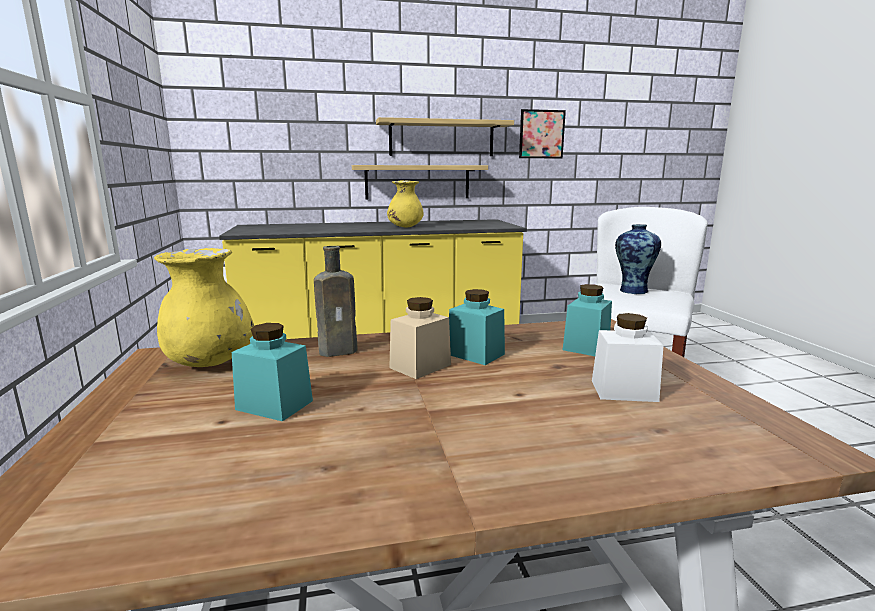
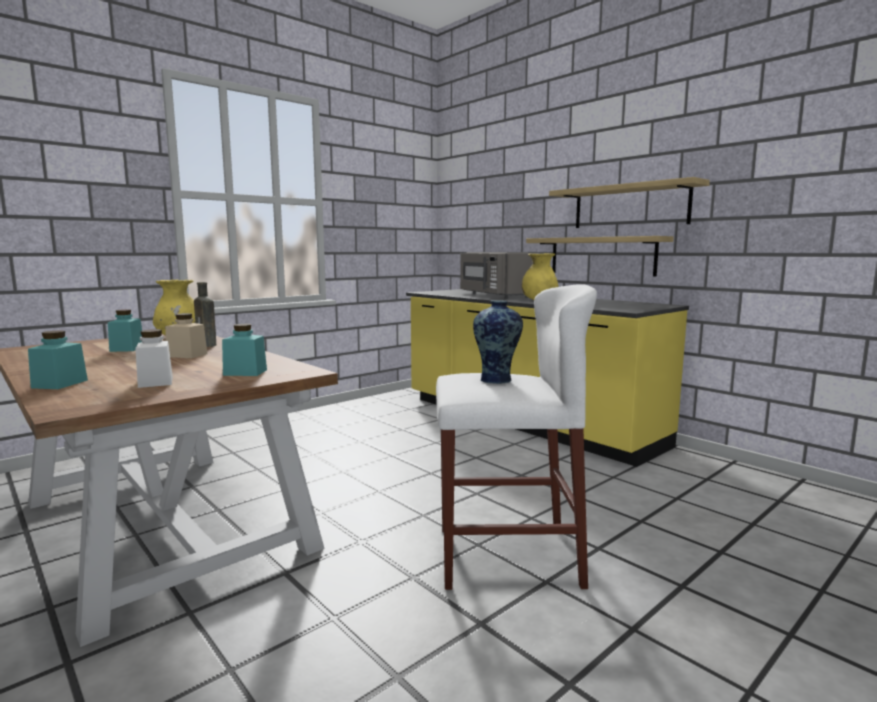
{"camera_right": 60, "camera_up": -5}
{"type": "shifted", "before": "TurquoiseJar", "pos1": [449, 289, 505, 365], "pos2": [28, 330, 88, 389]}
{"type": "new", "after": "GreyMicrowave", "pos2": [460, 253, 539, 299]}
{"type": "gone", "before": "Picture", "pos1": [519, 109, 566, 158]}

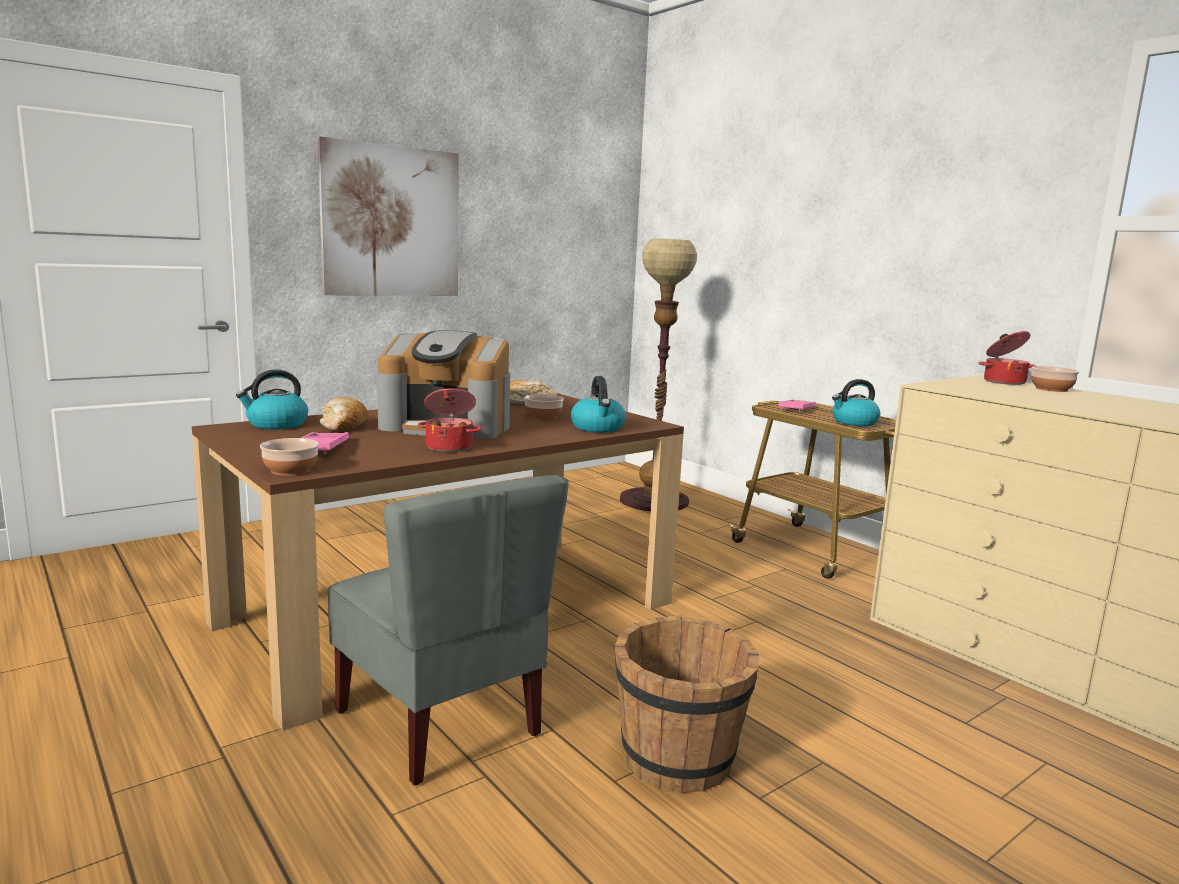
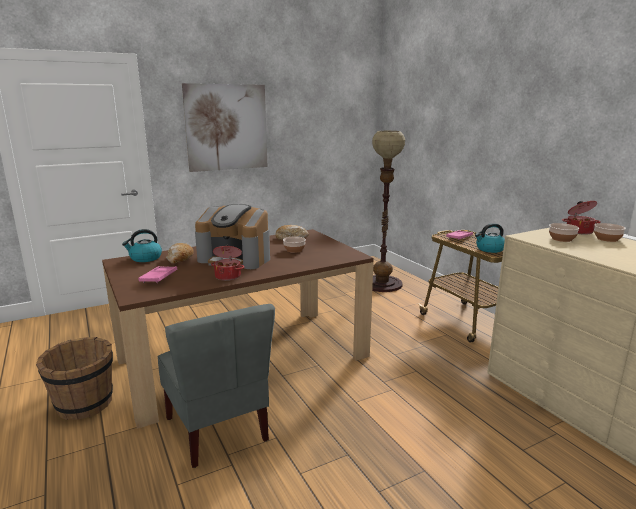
{"camera_right": 10, "camera_up": 5}
{"type": "shifted", "before": "BrownBucket", "pos1": [615, 616, 759, 794], "pos2": [36, 337, 113, 420]}
{"type": "shifted", "before": "Bowl", "pos1": [260, 438, 319, 475], "pos2": [549, 223, 579, 242]}
{"type": "gone", "before": "Kettle", "pos1": [571, 376, 626, 433]}

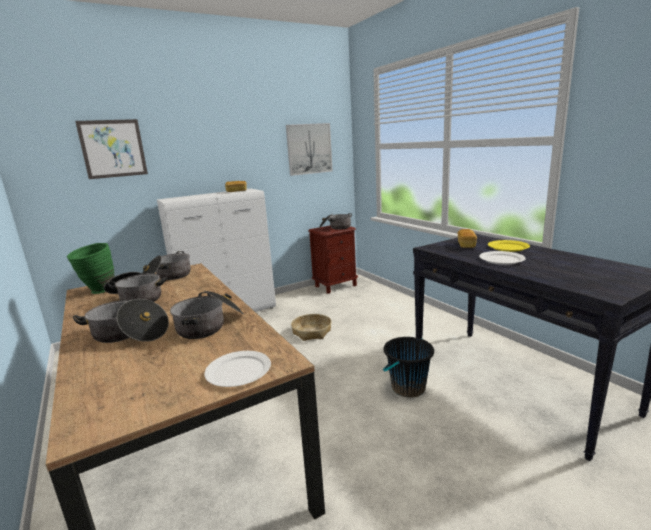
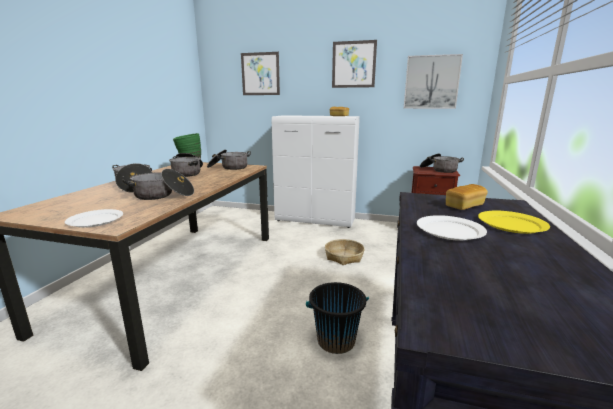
{"camera_right": 45, "camera_up": 0}
{"type": "new", "after": "Picture", "pos2": [332, 40, 377, 88]}

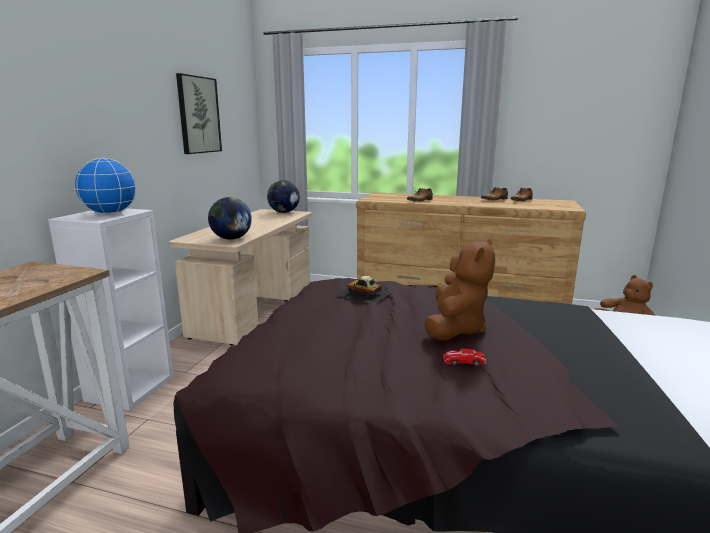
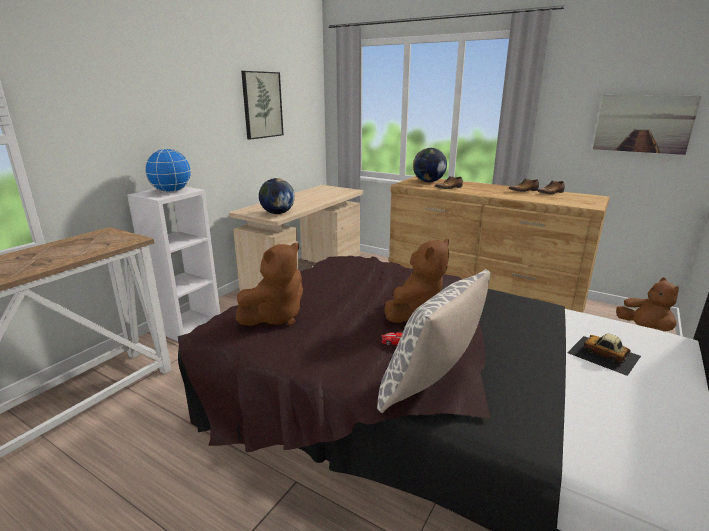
{"camera_right": 15, "camera_up": 5}
{"type": "new", "after": "BrownPlushToy", "pos2": [236, 243, 303, 326]}
{"type": "new", "after": "Pillow", "pos2": [377, 269, 491, 413]}
{"type": "shifted", "before": "Globe", "pos1": [267, 180, 300, 213], "pos2": [413, 148, 447, 182]}
{"type": "shifted", "before": "ToyCar", "pos1": [335, 276, 392, 304], "pos2": [567, 333, 641, 376]}
{"type": "new", "after": "Picture", "pos2": [593, 95, 702, 155]}

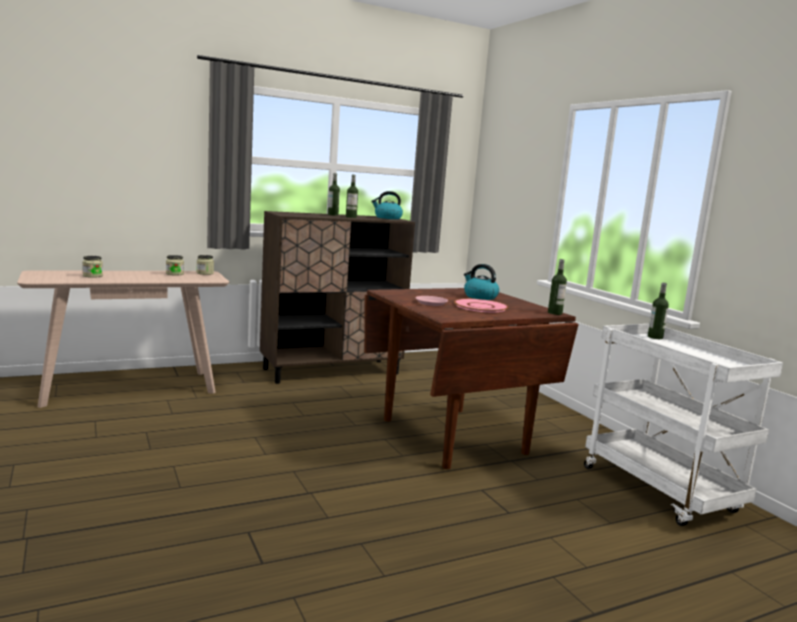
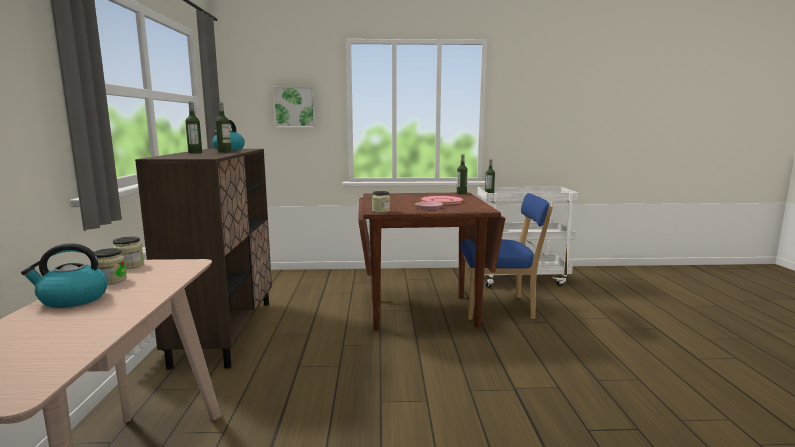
{"camera_right": -65, "camera_up": 0}
{"type": "shifted", "before": "Kettle", "pos1": [464, 264, 499, 300], "pos2": [21, 243, 107, 308]}
{"type": "new", "after": "Picture", "pos2": [273, 86, 316, 128]}
{"type": "shifted", "before": "Jar", "pos1": [82, 256, 103, 278], "pos2": [372, 191, 390, 213]}
{"type": "new", "after": "BlueChair", "pos2": [461, 193, 553, 320]}

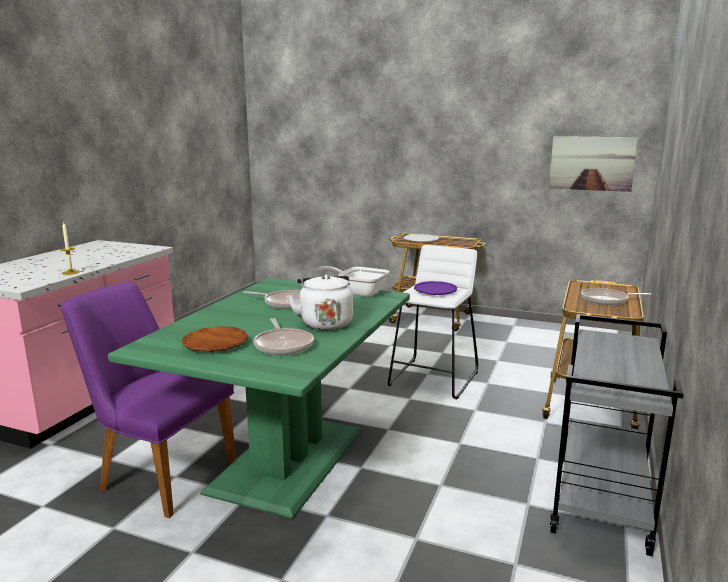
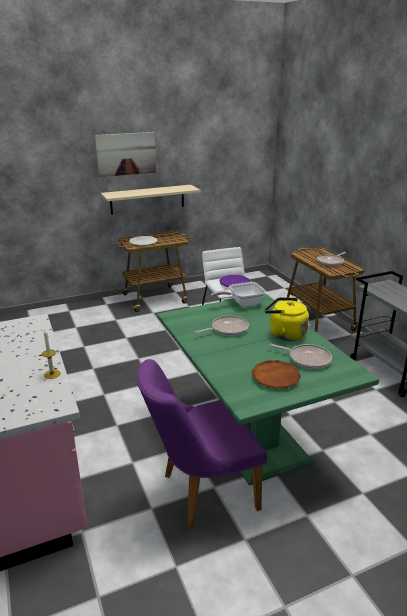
{"camera_right": -45, "camera_up": 10}
{"type": "shifted", "before": "Picture", "pos1": [549, 136, 638, 192], "pos2": [95, 132, 156, 177]}
{"type": "new", "after": "BeigeShelf", "pos2": [101, 185, 200, 215]}
{"type": "repainted", "before": "WhiteKettle", "after": "YellowKettle", "pos1": [288, 274, 353, 330], "pos2": [265, 297, 309, 341]}

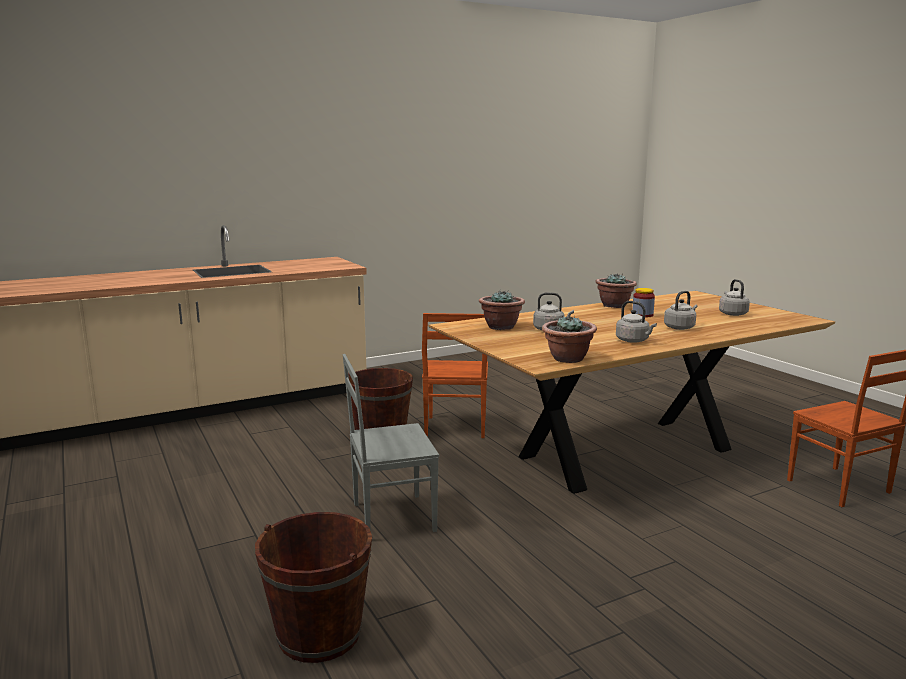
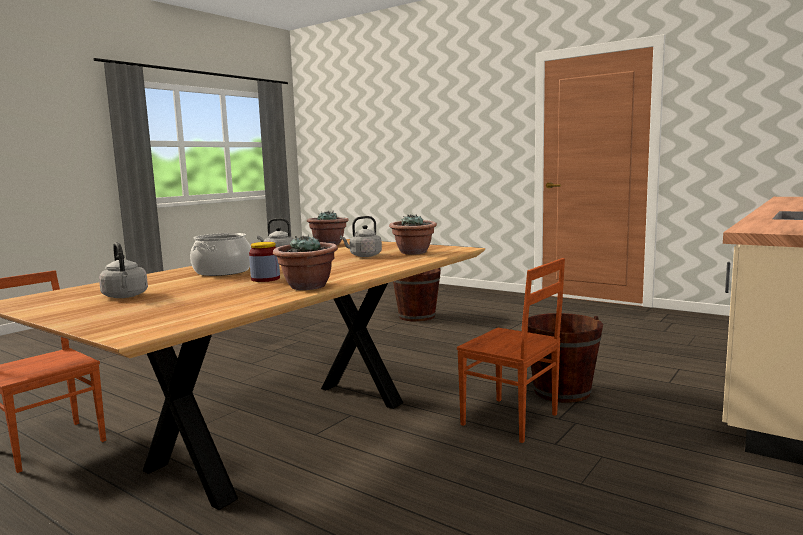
{"camera_right": 155, "camera_up": -5}
{"type": "swapped", "before": "GreyKettle", "after": "CookingPot", "pos1": [664, 291, 697, 330], "pos2": [190, 233, 251, 276]}
{"type": "rotated", "before": "BrownChair", "pos1": [422, 313, 488, 438], "pos2": [457, 258, 565, 443], "turn": 150}
{"type": "gone", "before": "GreyChair", "pos1": [343, 354, 439, 532]}

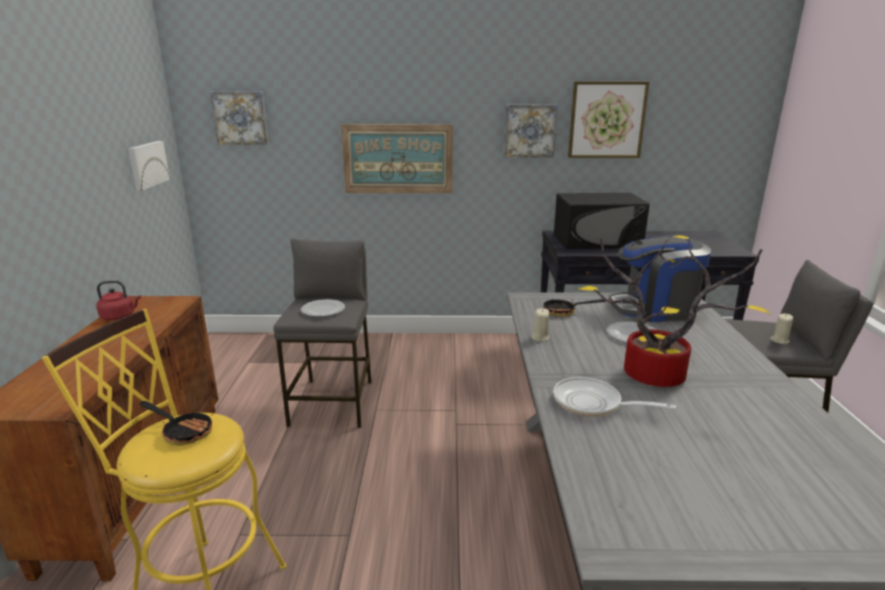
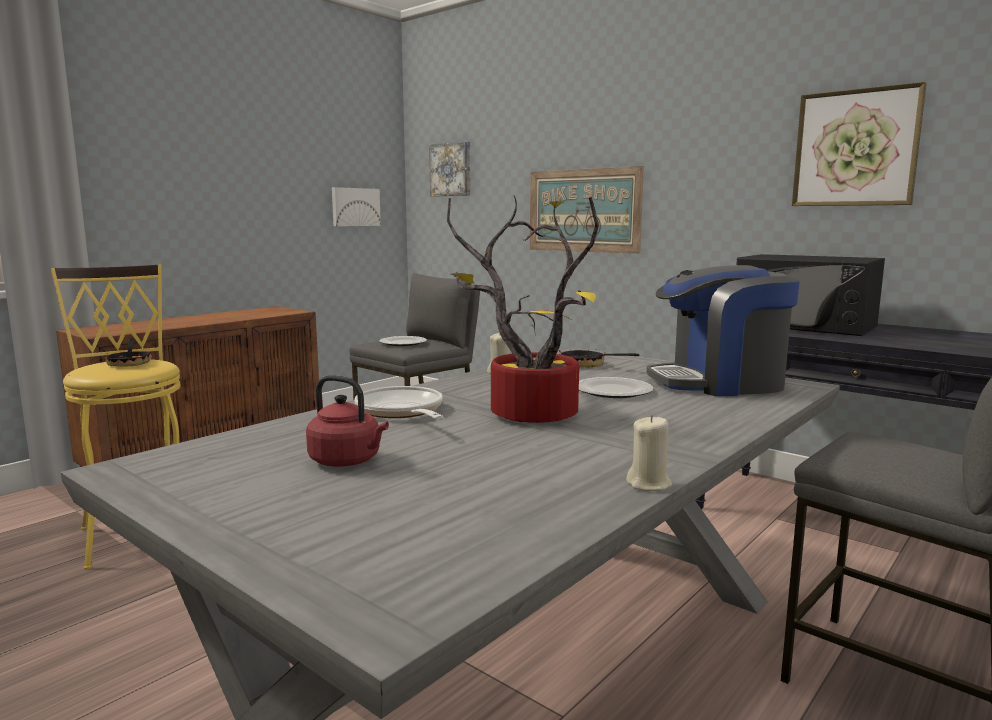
{"camera_right": 40, "camera_up": -10}
{"type": "shifted", "before": "RedKettle", "pos1": [96, 280, 141, 321], "pos2": [306, 375, 389, 467]}
{"type": "shifted", "before": "BeigeCandle", "pos1": [770, 313, 793, 344], "pos2": [626, 415, 672, 491]}
{"type": "rotated", "before": "CoffeeMachine", "pos1": [609, 235, 711, 322], "pos2": [647, 265, 800, 397], "turn": -45}
{"type": "gone", "before": "Picture", "pos1": [504, 105, 558, 157]}

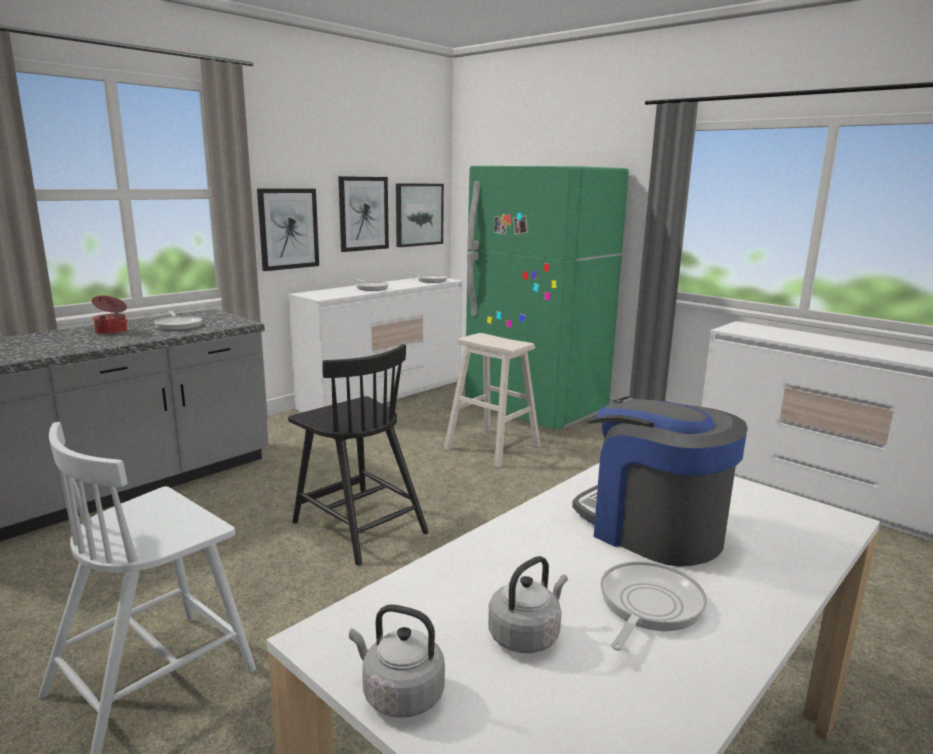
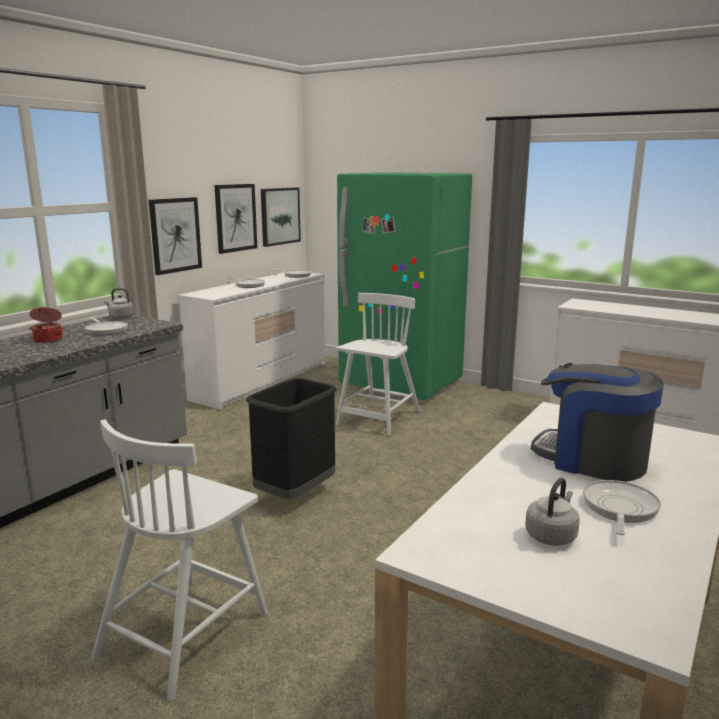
{"camera_right": -10, "camera_up": 0}
{"type": "shifted", "before": "GreyKettle", "pos1": [349, 604, 445, 718], "pos2": [104, 288, 134, 319]}
{"type": "swapped", "before": "BlackChair", "after": "BlackTrashCan", "pos1": [288, 344, 429, 566], "pos2": [246, 378, 337, 500]}
{"type": "swapped", "before": "BeigeStool", "after": "WhiteChair", "pos1": [444, 333, 540, 468], "pos2": [336, 293, 420, 436]}

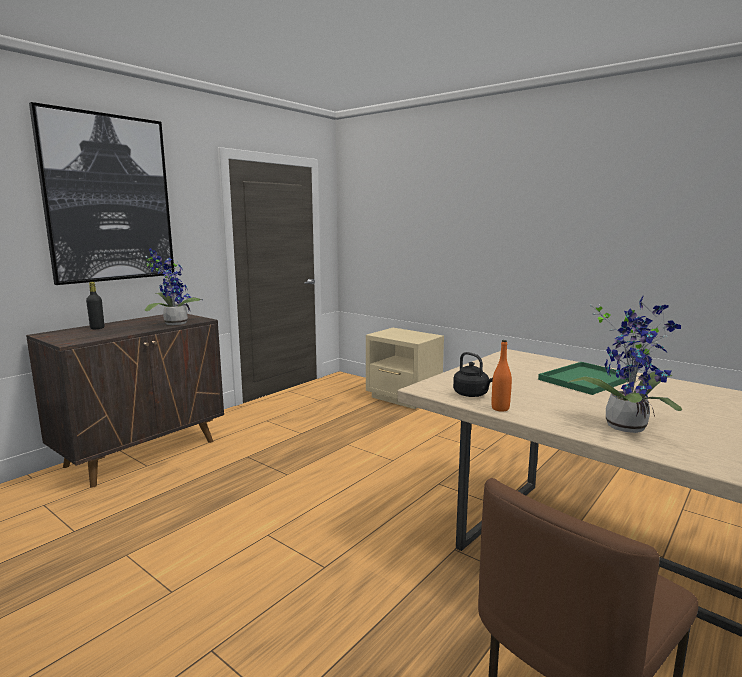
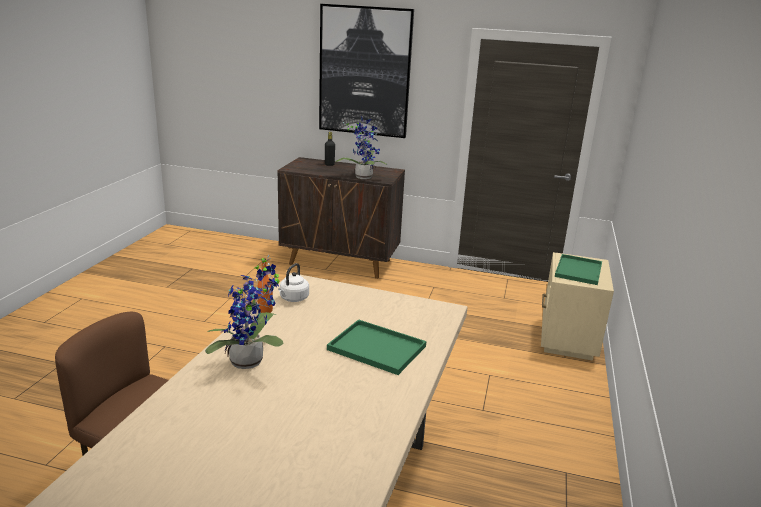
{"camera_right": 65, "camera_up": 10}
{"type": "repainted", "before": "BlackKettle", "after": "WhiteKettle", "pos1": [453, 352, 493, 397], "pos2": [278, 263, 309, 302]}
{"type": "new", "after": "GreenTray", "pos2": [555, 254, 602, 285]}

